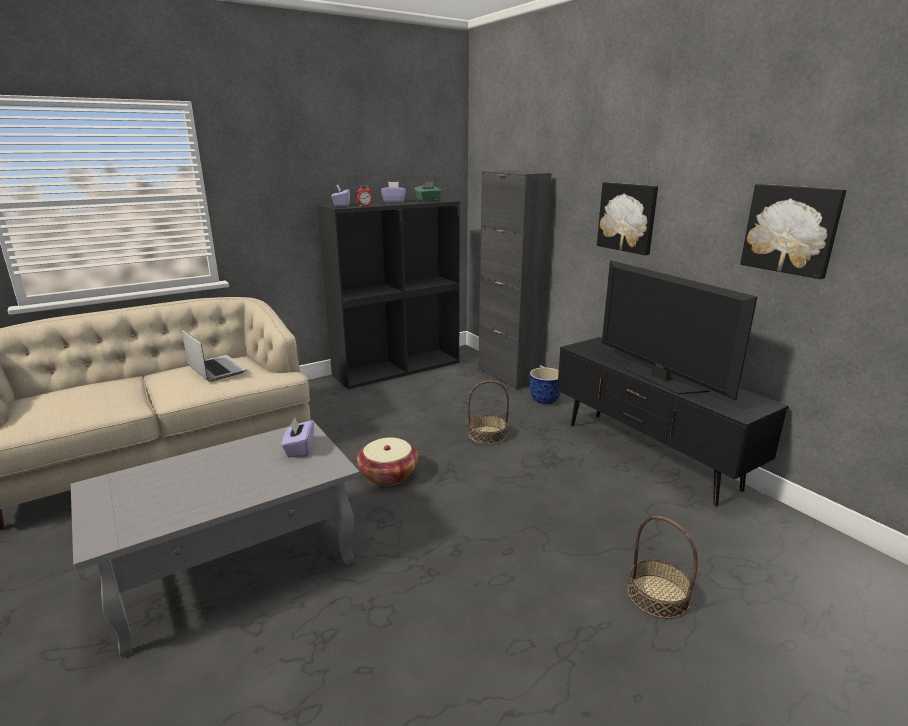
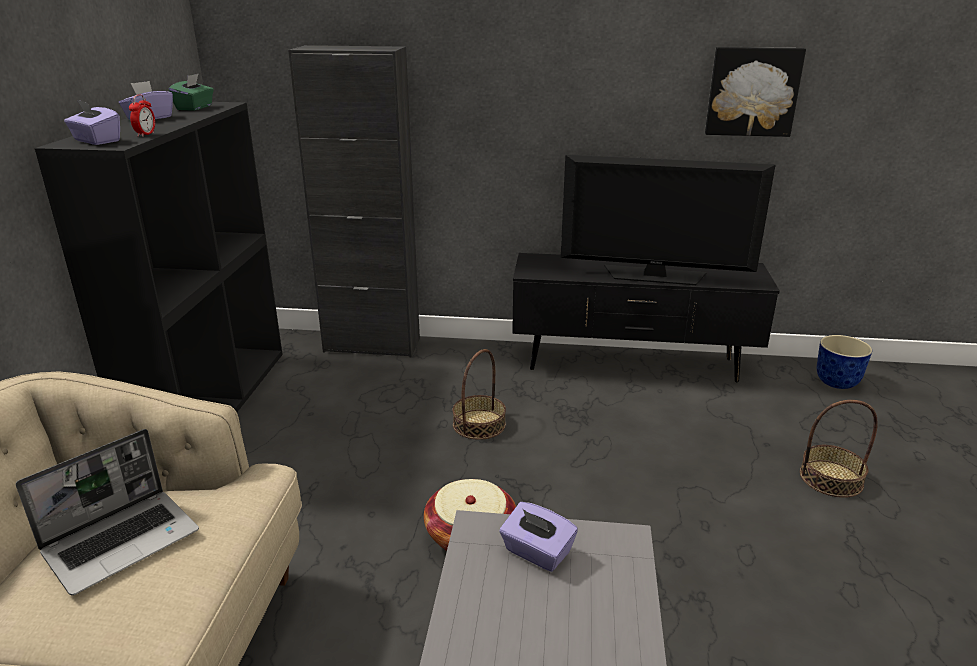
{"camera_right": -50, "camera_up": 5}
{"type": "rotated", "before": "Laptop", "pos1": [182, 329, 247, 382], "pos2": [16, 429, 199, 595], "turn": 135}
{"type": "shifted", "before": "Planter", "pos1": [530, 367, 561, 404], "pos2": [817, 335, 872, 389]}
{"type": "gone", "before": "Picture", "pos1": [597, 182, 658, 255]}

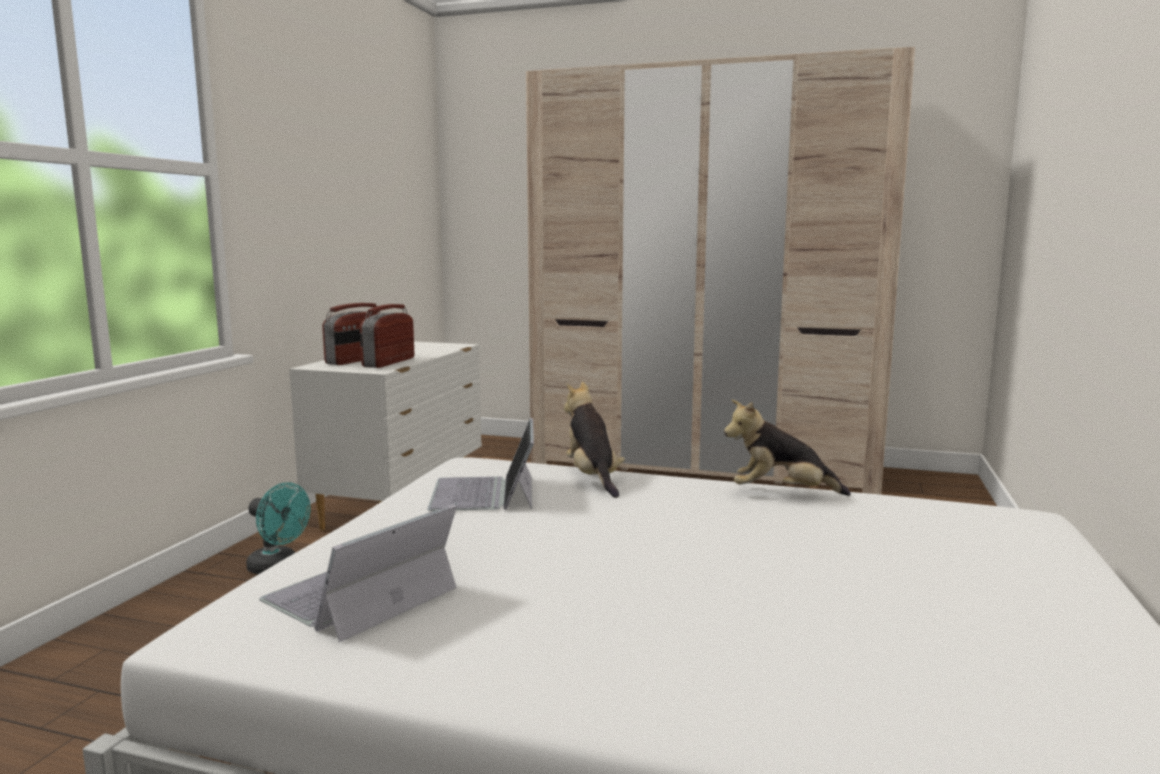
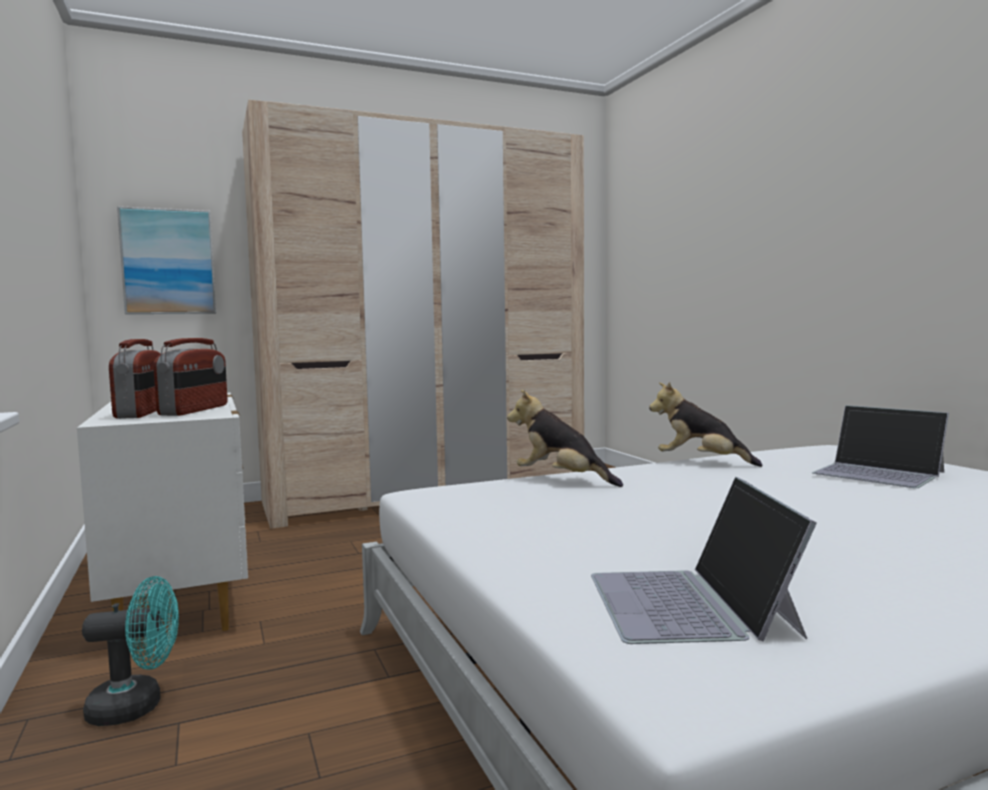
{"camera_right": -40, "camera_up": -5}
{"type": "new", "after": "Picture", "pos2": [117, 206, 216, 314]}
{"type": "rotated", "before": "Radio", "pos1": [360, 304, 414, 368], "pos2": [153, 338, 228, 416], "turn": -150}
{"type": "rotated", "before": "PlushToy", "pos1": [724, 400, 851, 496], "pos2": [649, 382, 762, 467], "turn": 60}
{"type": "shifted", "before": "Laptop", "pos1": [427, 417, 534, 511], "pos2": [812, 405, 949, 488]}

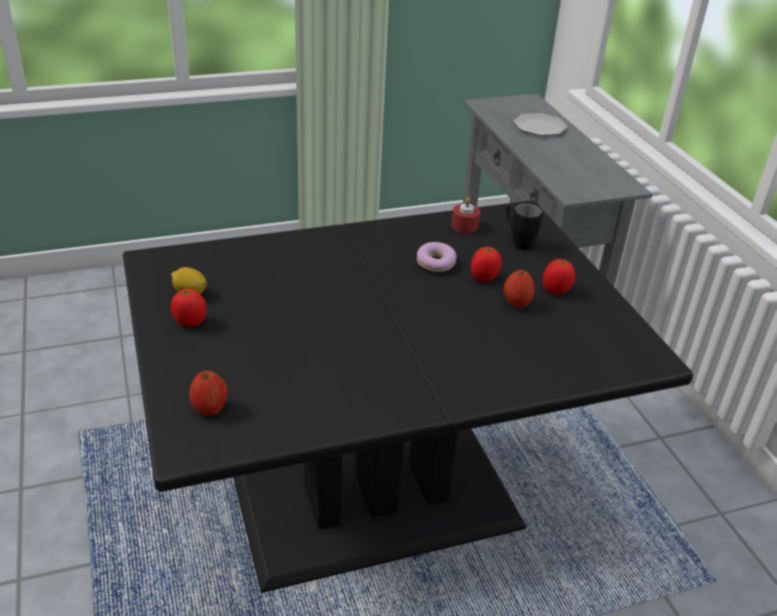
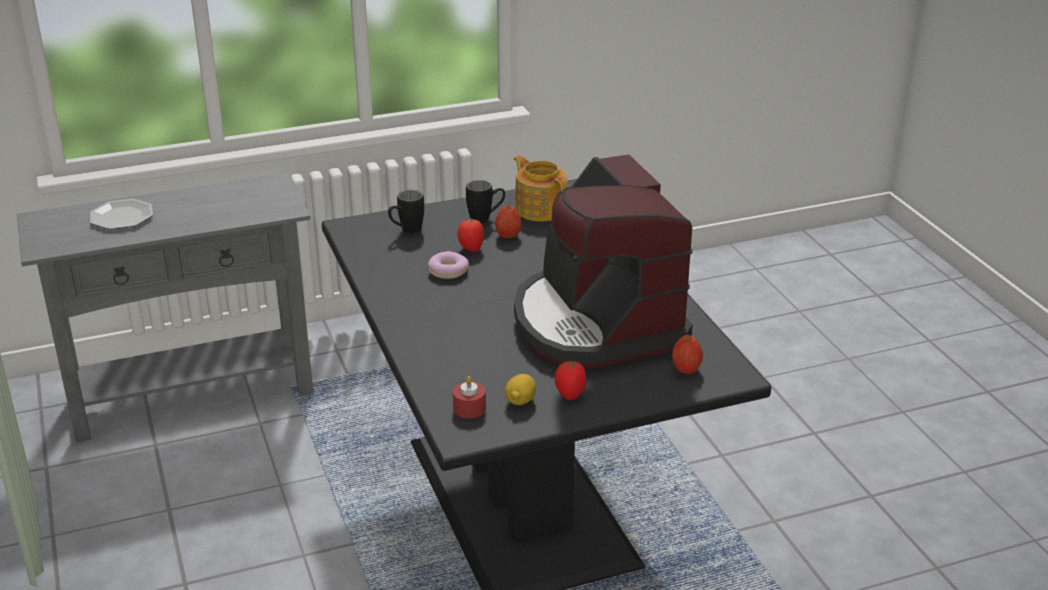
{"camera_right": -90, "camera_up": -5}
{"type": "shifted", "before": "RedCandle", "pos1": [452, 197, 480, 233], "pos2": [453, 376, 486, 419]}
{"type": "swapped", "before": "Tomato", "after": "BlackMug", "pos1": [543, 259, 575, 294], "pos2": [466, 180, 505, 223]}
{"type": "new", "after": "CoffeeMachine", "pos2": [514, 154, 693, 368]}
{"type": "new", "after": "Teapot", "pos2": [514, 155, 568, 221]}

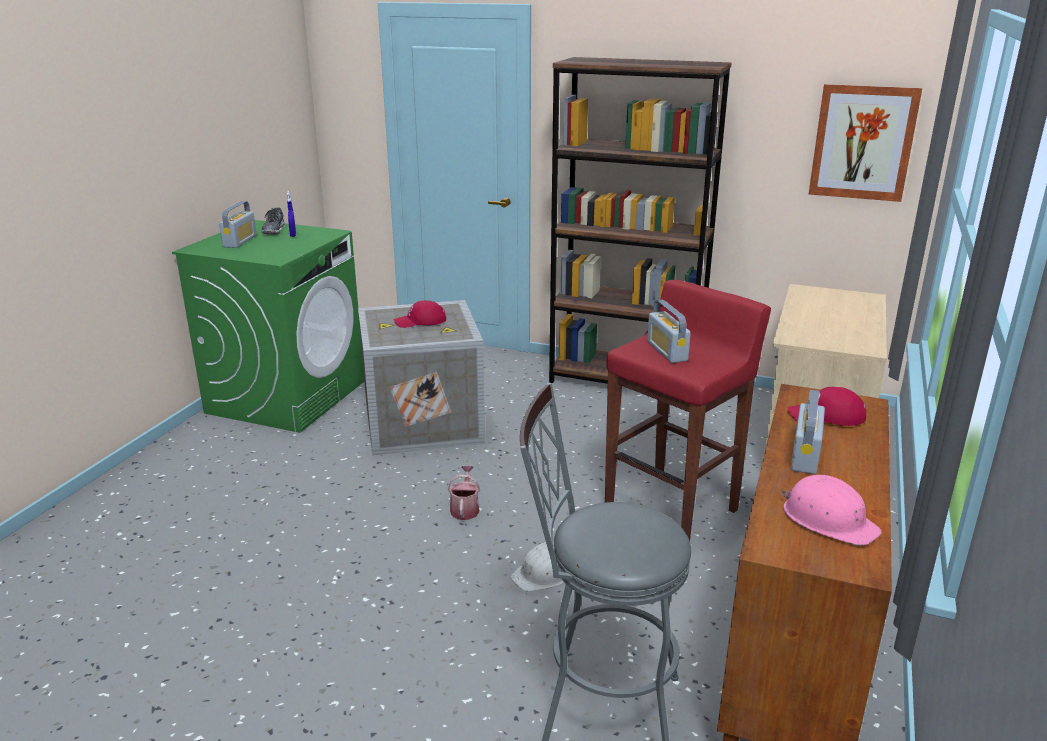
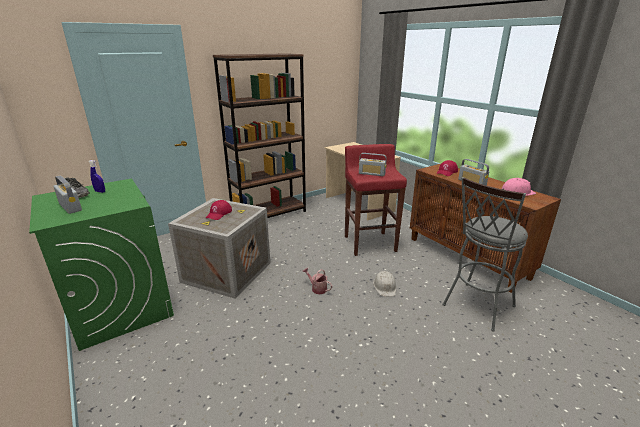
{"camera_right": -55, "camera_up": 0}
{"type": "gone", "before": "Picture", "pos1": [809, 84, 922, 202]}

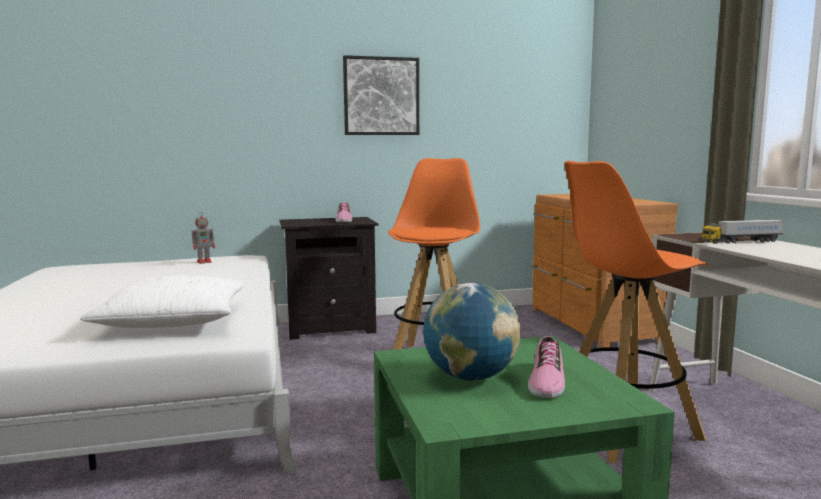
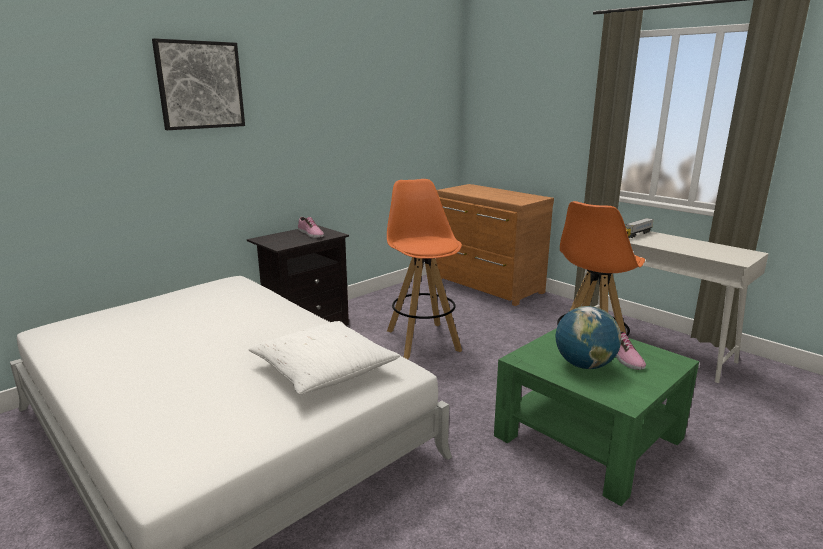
{"camera_right": -30, "camera_up": 10}
{"type": "shifted", "before": "Picture", "pos1": [343, 55, 419, 135], "pos2": [152, 38, 245, 130]}
{"type": "gone", "before": "ToyRobot", "pos1": [192, 212, 215, 264]}

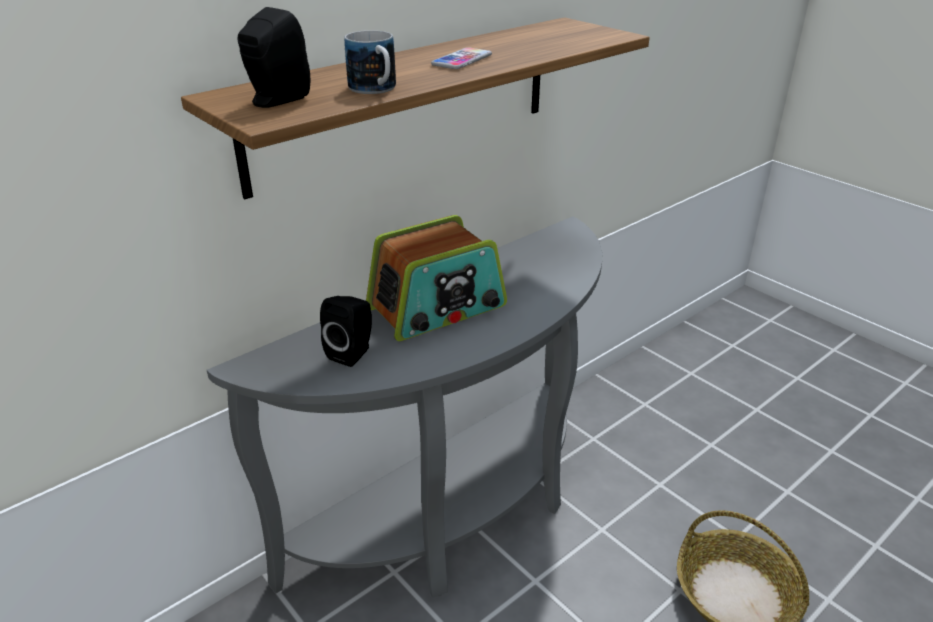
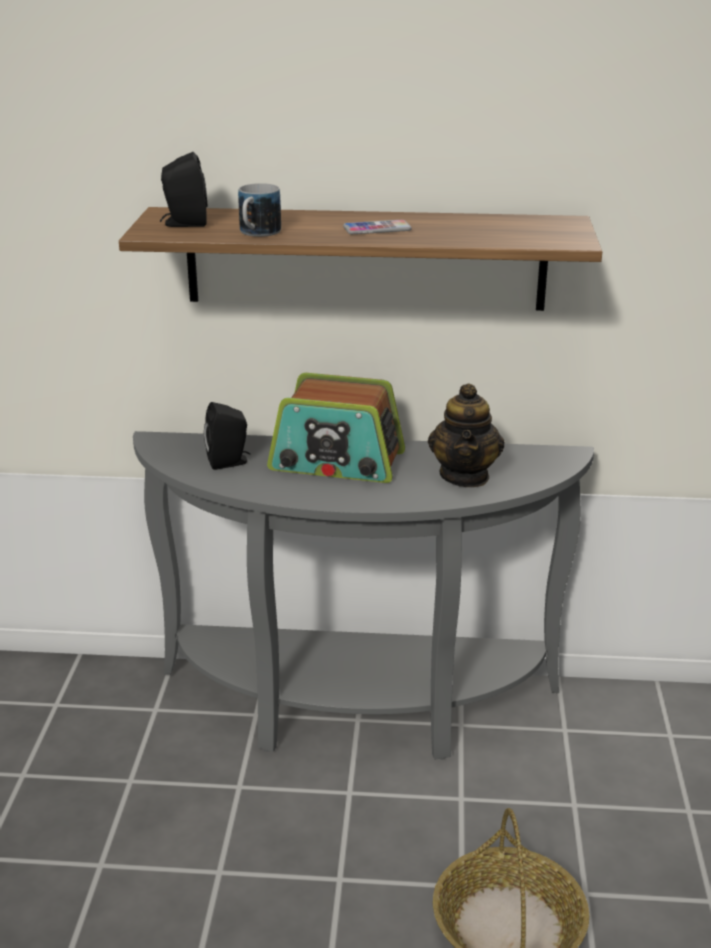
{"camera_right": 45, "camera_up": -5}
{"type": "new", "after": "Teapot", "pos2": [428, 383, 505, 487]}

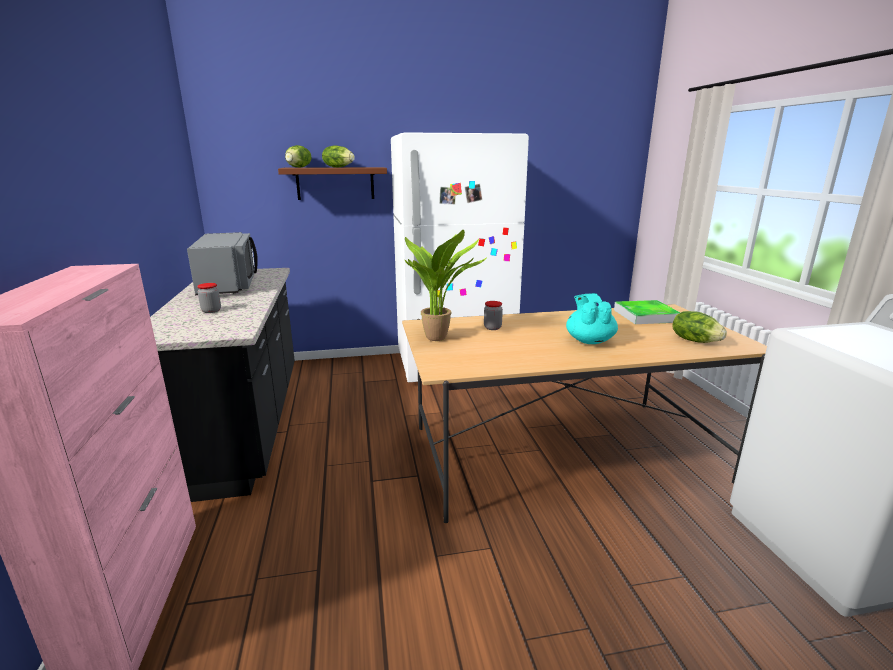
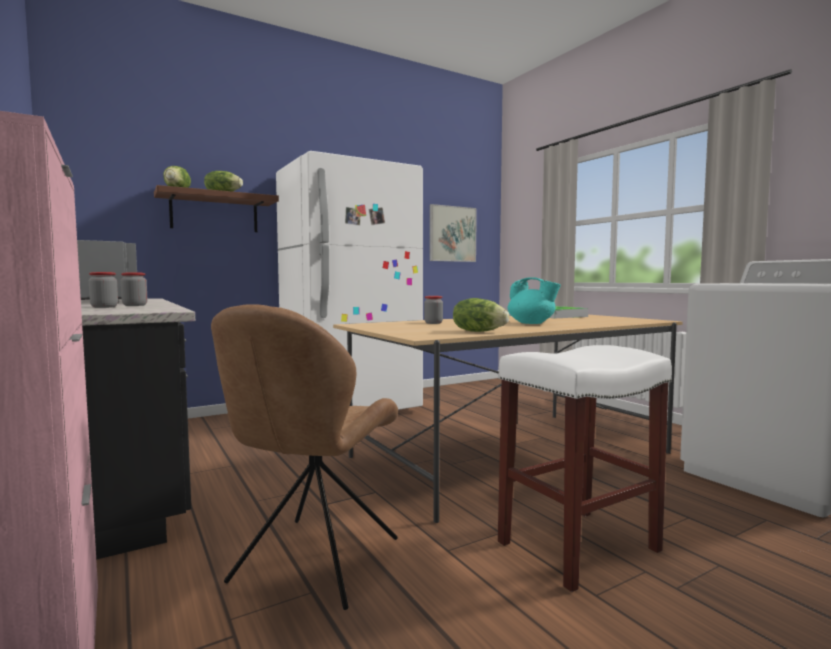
{"camera_right": -20, "camera_up": -15}
{"type": "new", "after": "Jar", "pos2": [121, 272, 147, 306]}
{"type": "new", "after": "BrownChair", "pos2": [211, 304, 398, 610]}
{"type": "new", "after": "Picture", "pos2": [430, 204, 477, 262]}
{"type": "shifted", "before": "Lettuce", "pos1": [672, 311, 727, 343], "pos2": [453, 298, 509, 332]}
{"type": "new", "after": "WhiteStool", "pos2": [498, 345, 672, 592]}
{"type": "rotated", "before": "TurquoiseTeapot", "pos1": [566, 293, 618, 344], "pos2": [508, 277, 561, 324], "turn": 150}
{"type": "gone", "before": "PottedPlant", "pos1": [404, 230, 487, 341]}

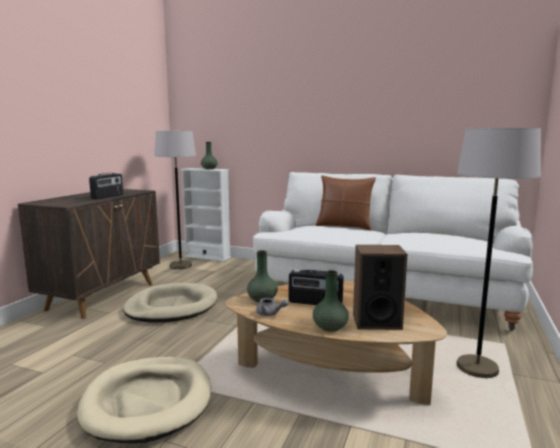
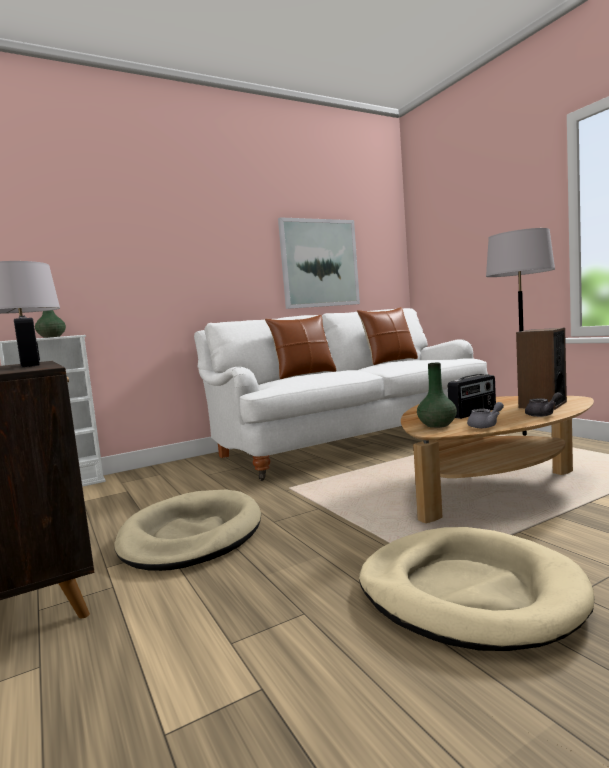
{"camera_right": -50, "camera_up": -5}
{"type": "new", "after": "Picture", "pos2": [278, 217, 360, 309]}
{"type": "new", "after": "BrownPillow", "pos2": [357, 307, 418, 365]}
{"type": "swapped", "before": "GreenVase", "after": "GreyTeapot", "pos1": [313, 270, 349, 332], "pos2": [525, 392, 562, 417]}

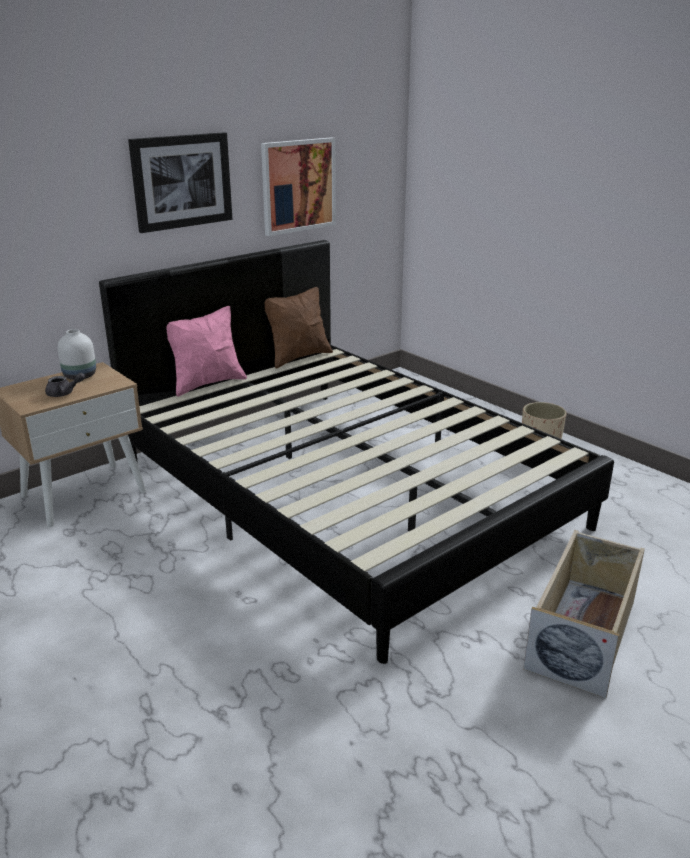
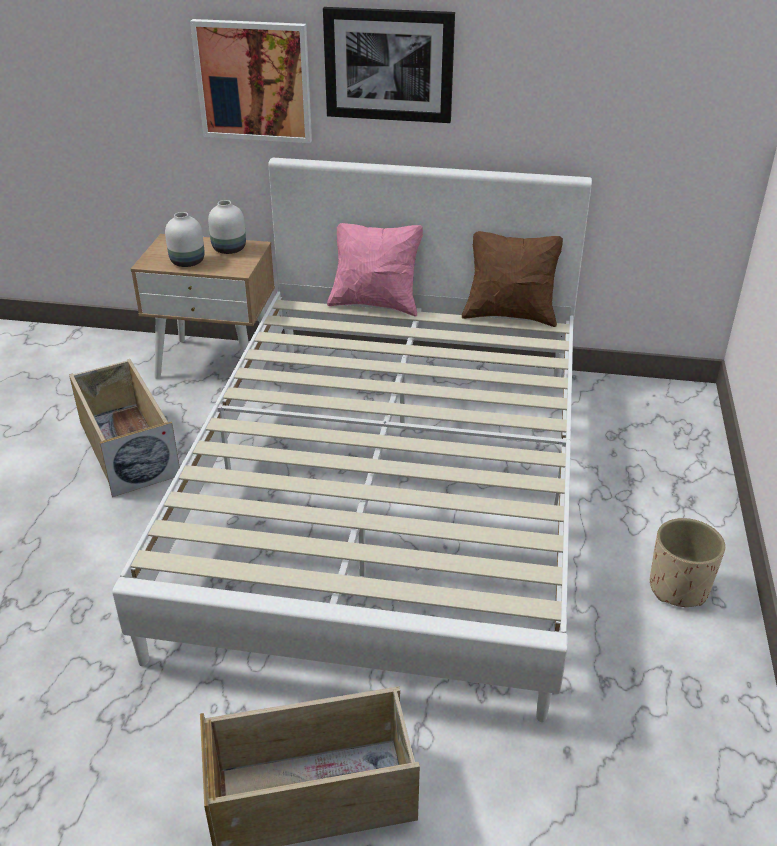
{"camera_right": 50, "camera_up": 10}
{"type": "new", "after": "BeigeStorageBox", "pos2": [69, 359, 180, 497]}
{"type": "repainted", "before": "BlackBed", "after": "WhiteBed", "pos1": [99, 240, 614, 664], "pos2": [112, 158, 592, 722]}
{"type": "swapped", "before": "GreyTeapot", "after": "WhiteVase", "pos1": [45, 373, 85, 397], "pos2": [165, 212, 205, 267]}
{"type": "shifted", "before": "Picture", "pos1": [261, 137, 336, 236], "pos2": [190, 19, 312, 143]}

